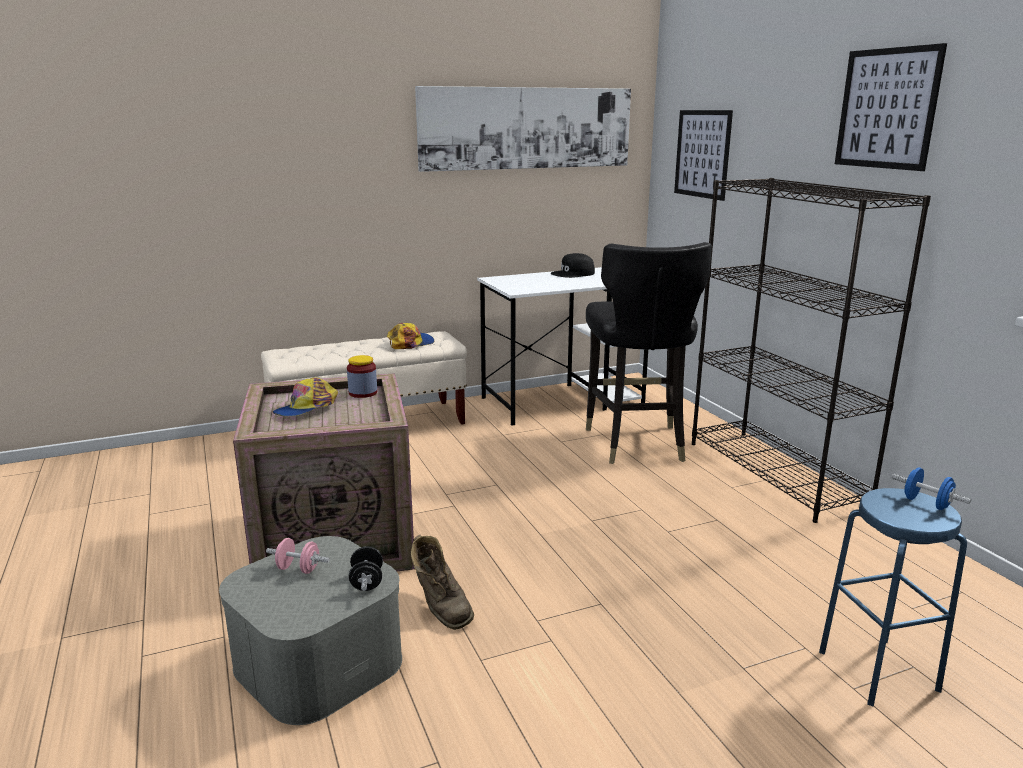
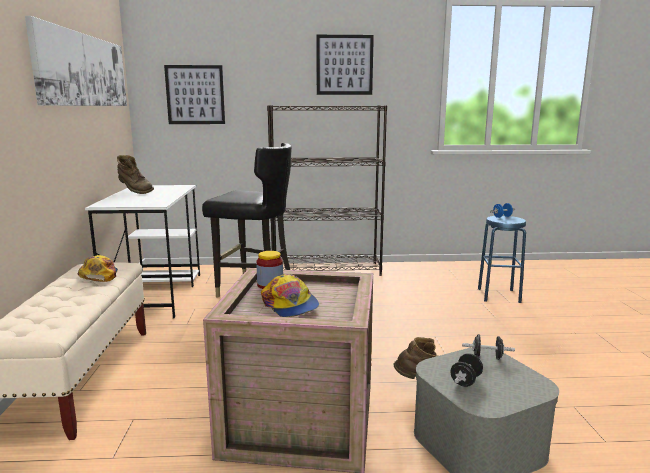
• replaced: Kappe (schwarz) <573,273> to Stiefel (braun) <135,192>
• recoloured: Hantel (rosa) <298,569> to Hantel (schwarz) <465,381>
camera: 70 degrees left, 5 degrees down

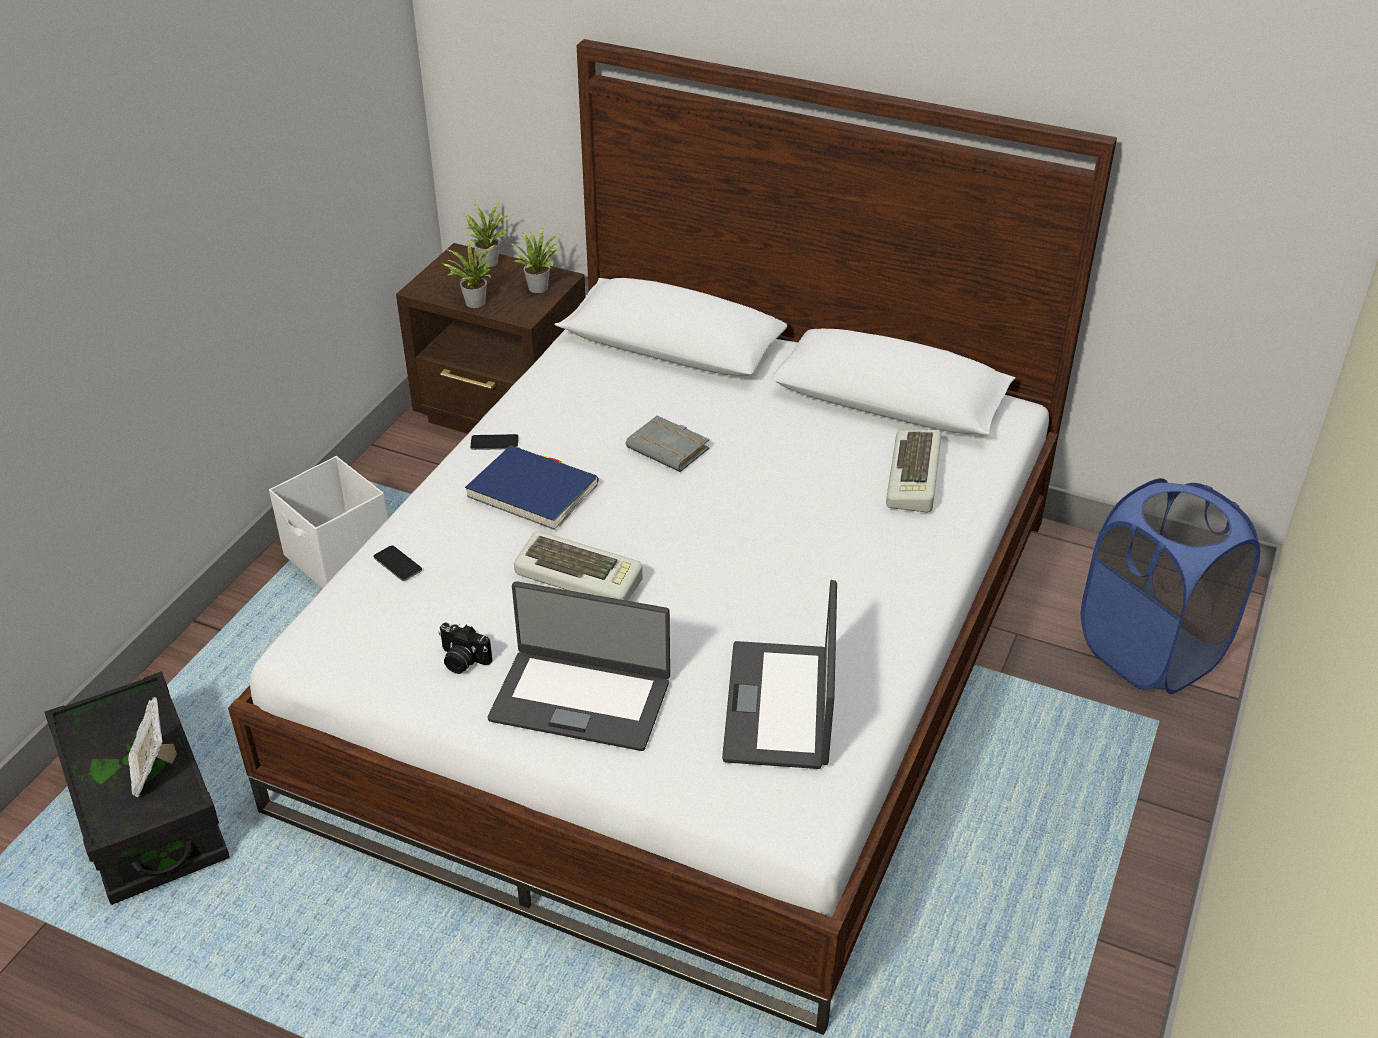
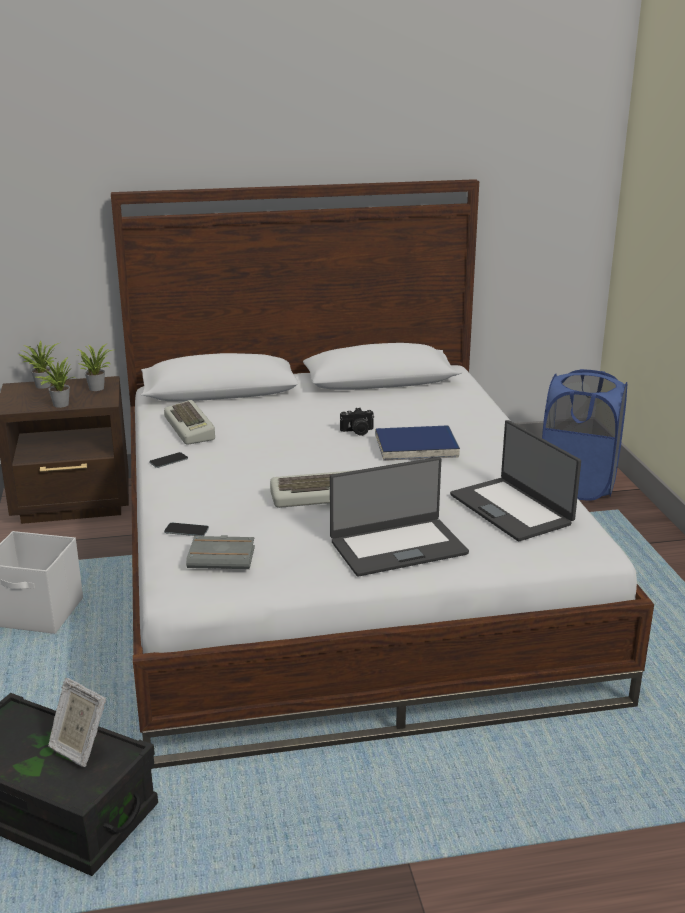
• moved: Tastatur <916,478> to <191,428>
• moved: Buch (grau) <670,448> to <223,557>
• moved: Kamera <462,660> to <357,431>
• moved: Buch (blau) <533,492> to <416,447>
camera: 35 degrees left, 15 degrees down

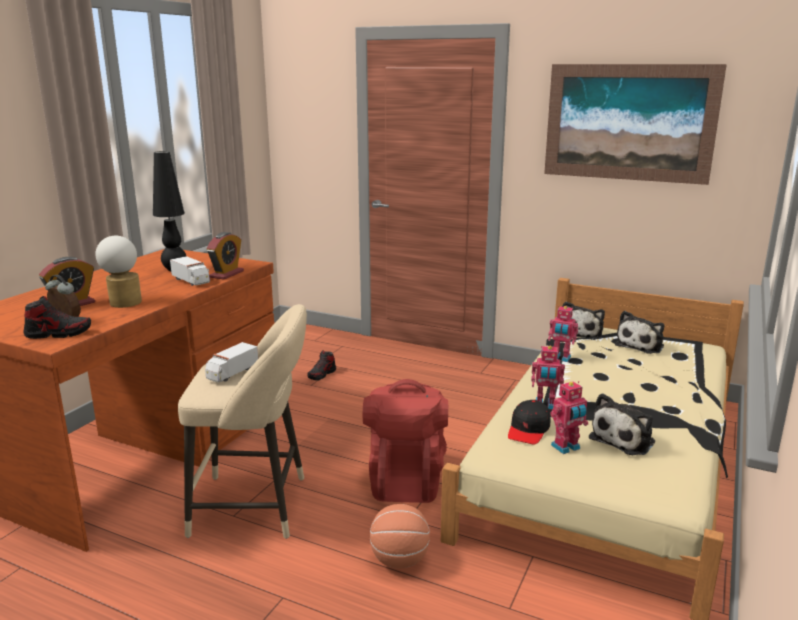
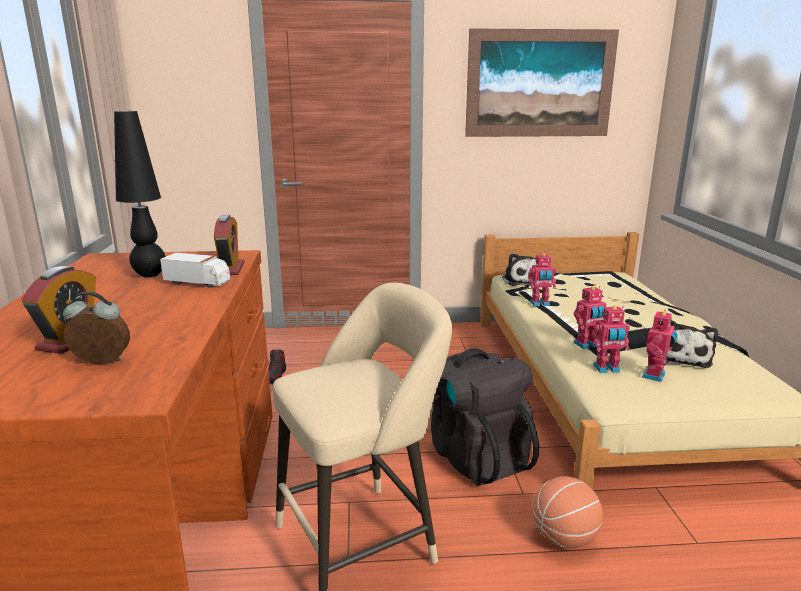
• recoloured: Rucksack (rot) <405,480> to Rucksack (schwarz) <476,456>
• replaced: Kappe (schwarz) <528,430> to Spielzeugroboter <607,369>
• removed: Schuh <58,333>
• removed: Tischlampe <124,301>
• removed: Spielzeuglaster <232,373>
• removed: Plüschtier <641,345>
camera: 30 degrees left, 0 degrees up

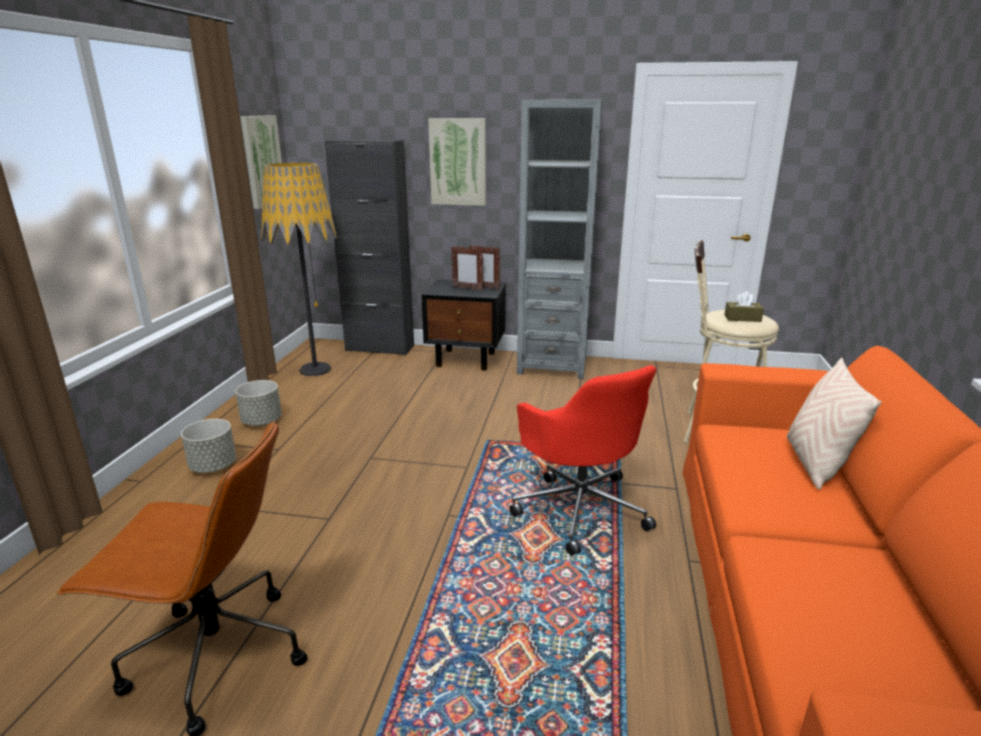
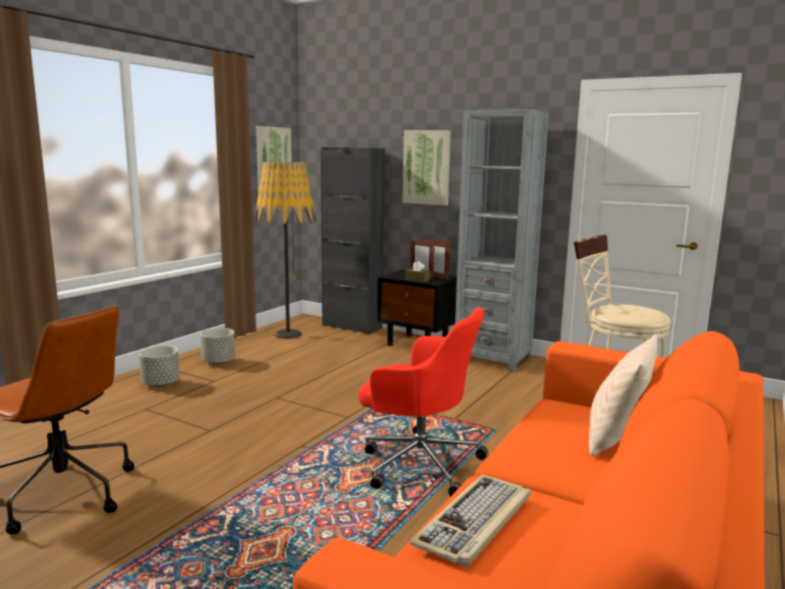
• turned: Bürostuhl (rot) <580,508> = <418,462> 60 degrees counterclockwise
• moved: Taschentuchbox (braun) <742,318> to <417,280>
• added: Tastatur <475,522>
camera: 20 degrees right, 10 degrees down

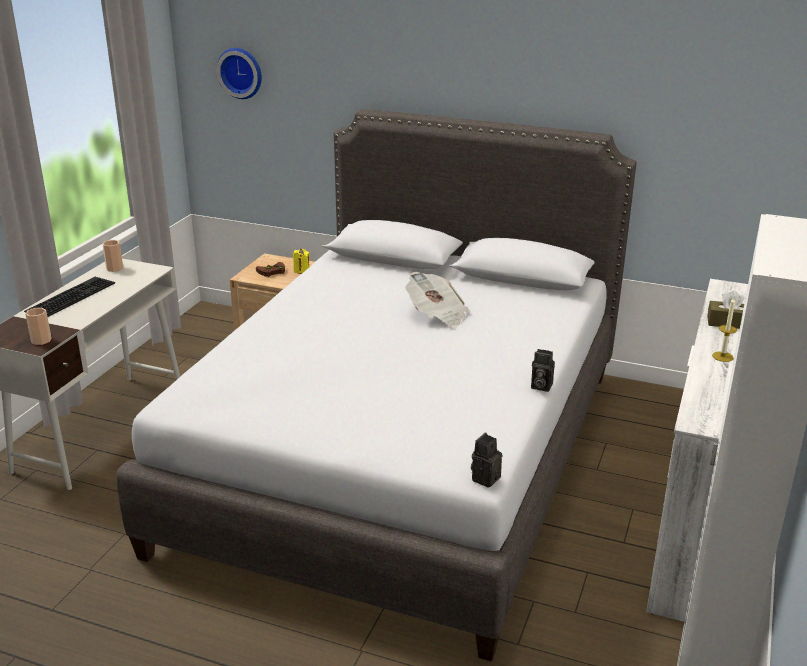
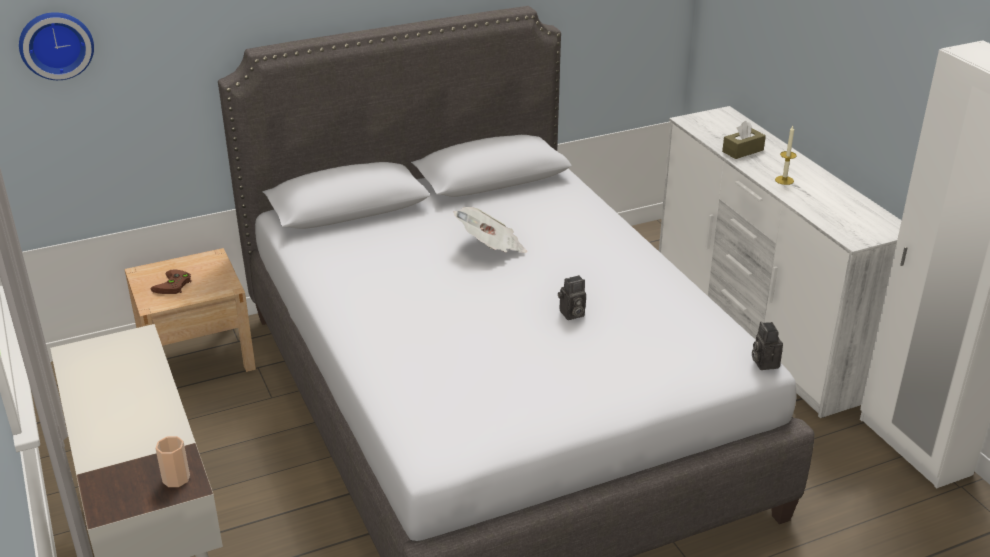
• moved: Kamera <540,386> to <571,314>
• removed: Tastatur <70,296>
• removed: Tasse <114,268>
• removed: Kerze (gelb) <301,270>
camera: 45 degrees left, 5 degrees up

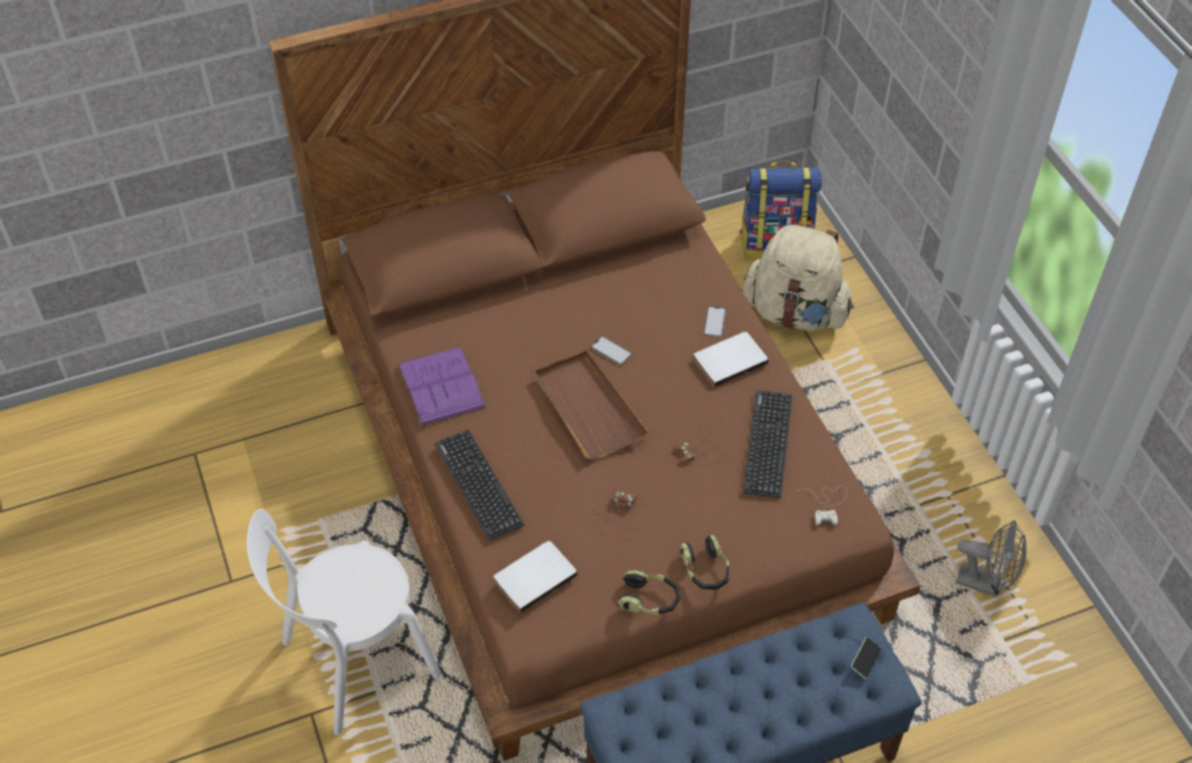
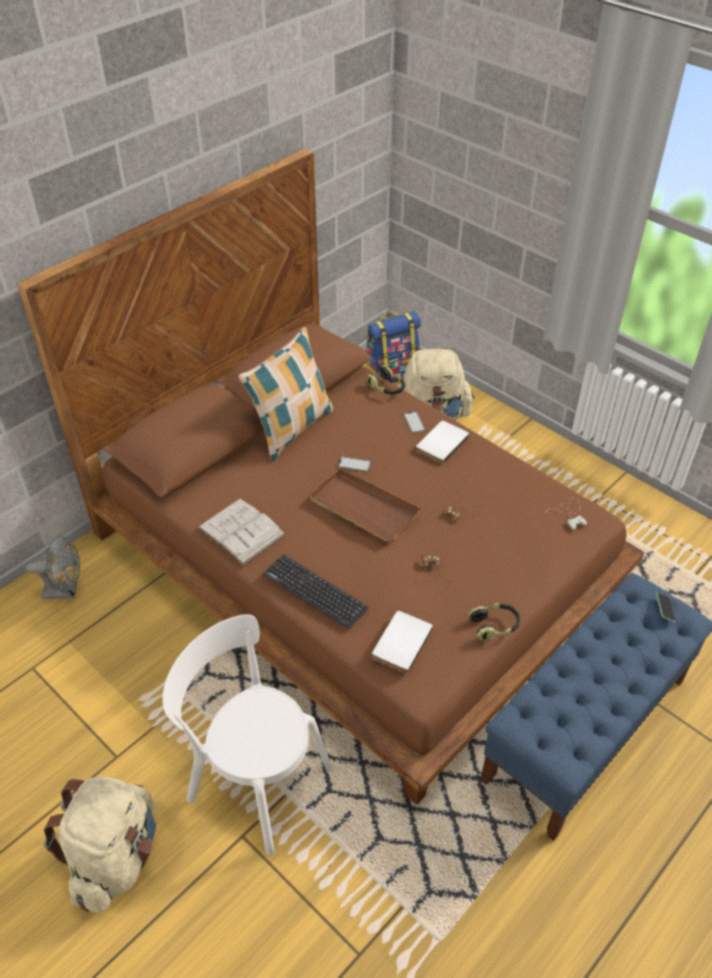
• moved: Ventilator (grau) <986,583> to <66,591>
• added: Rucksack (beige) <116,857>
• turned: Stuhl (weiß) <353,662> = <254,779> 90 degrees clockwise
• recoloured: Buch (lila) <441,386> to Buch (weiß) <241,531>
• added: Kissen <291,428>
• moved: Kopfhörer <705,570> to <387,387>
• removed: Tastatur <768,444>
camera: 25 degrees left, 5 degrees down

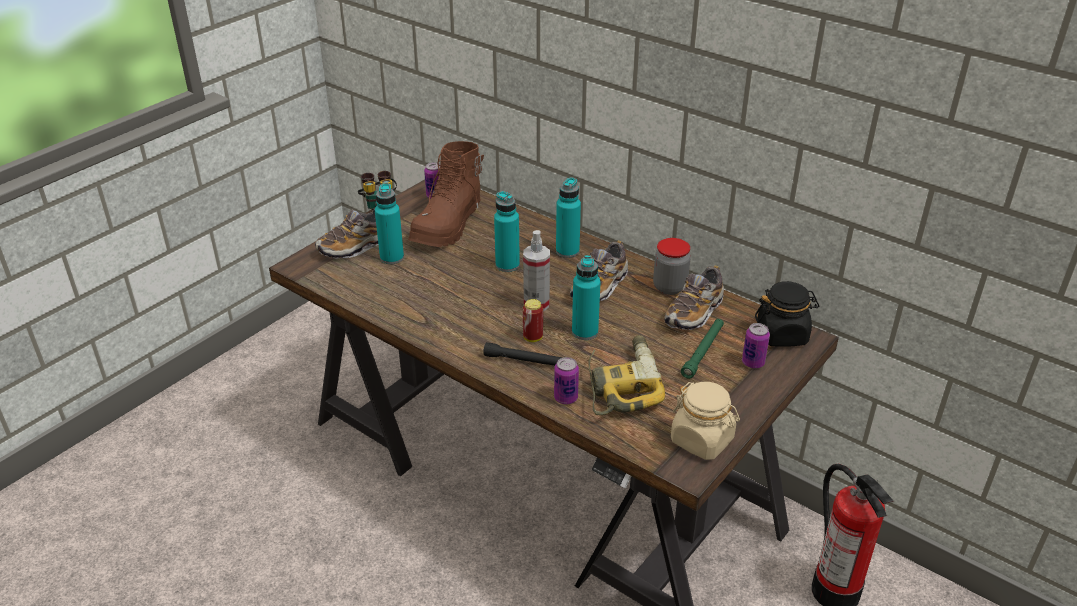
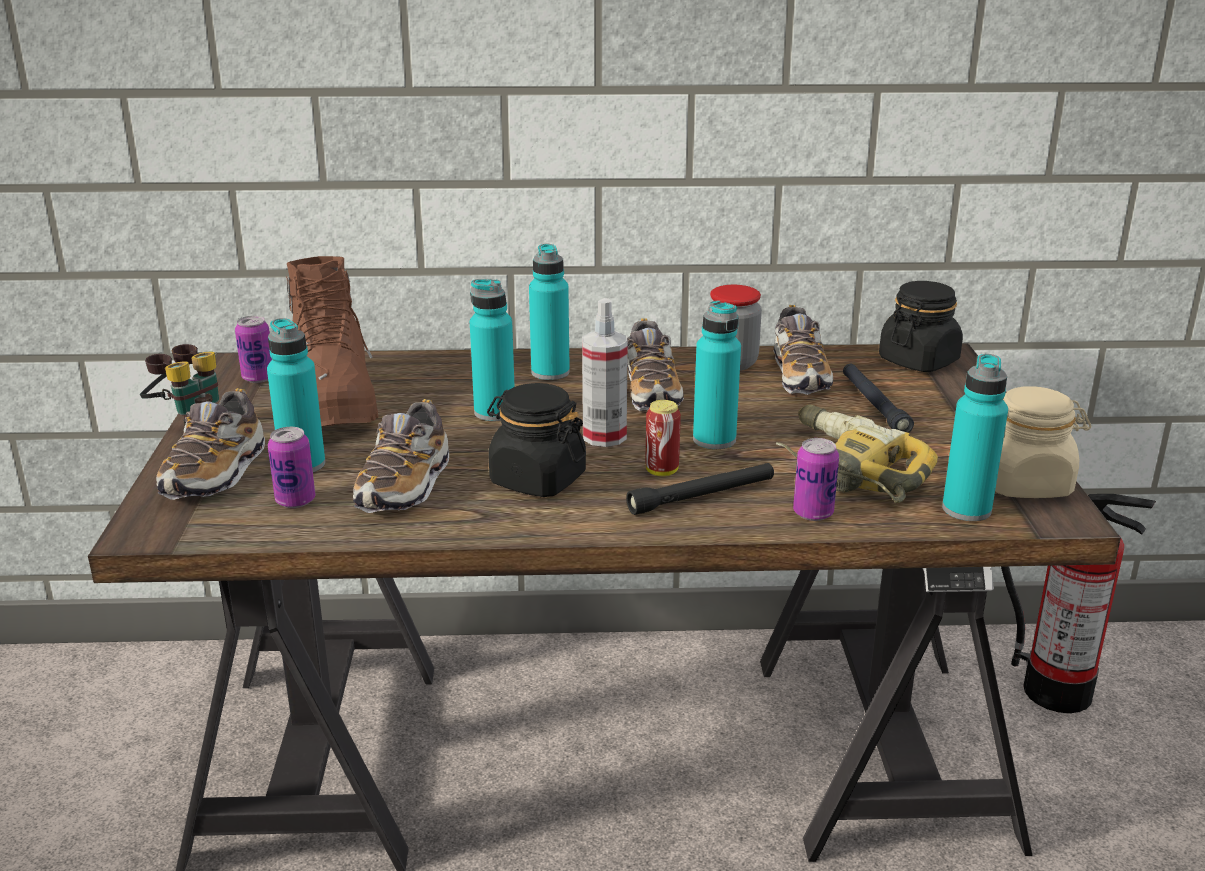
• moved: Dose <753,363> to <295,501>
• added: Schuh <405,486>
• added: Vorratsglas (schwarz) <537,479>
• recoloured: Taschenlampe (grün) <703,352> to Taschenlampe (schwarz) <874,405>
• added: Flasche (türkis) <966,509>
camera: 40 degrees left, 10 degrees down

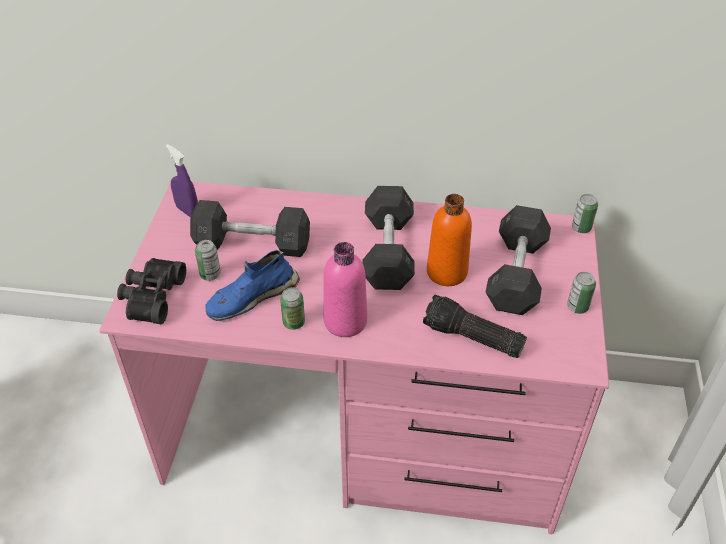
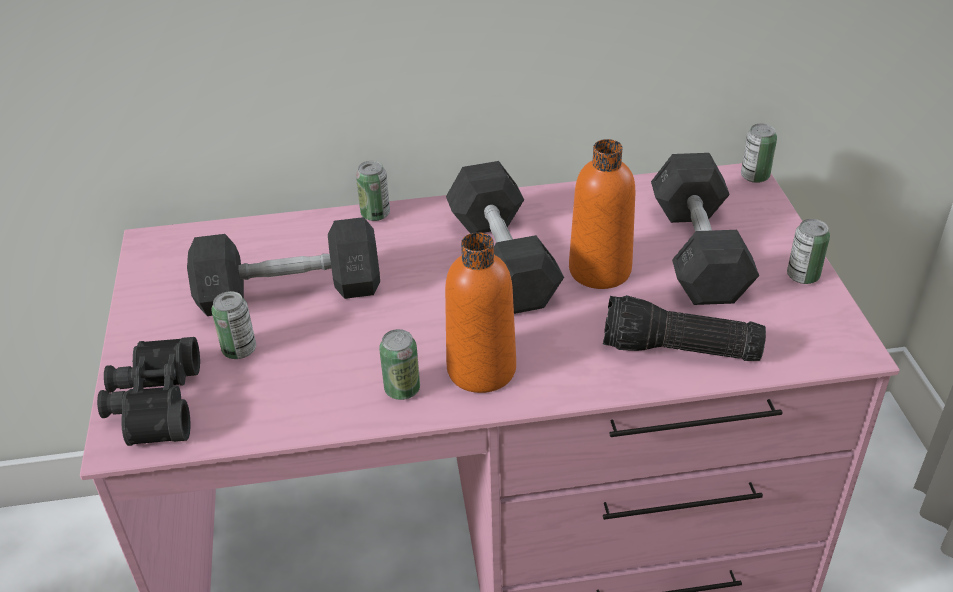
• added: Dose <375,214>
• recoloured: Flasche (rosa) <345,321> to Flasche (orange) <481,369>
• removed: Sprühflasche (lila) <187,211>
• removed: Schuh (blau) <252,297>
camera: 15 degrees left, 5 degrees down

